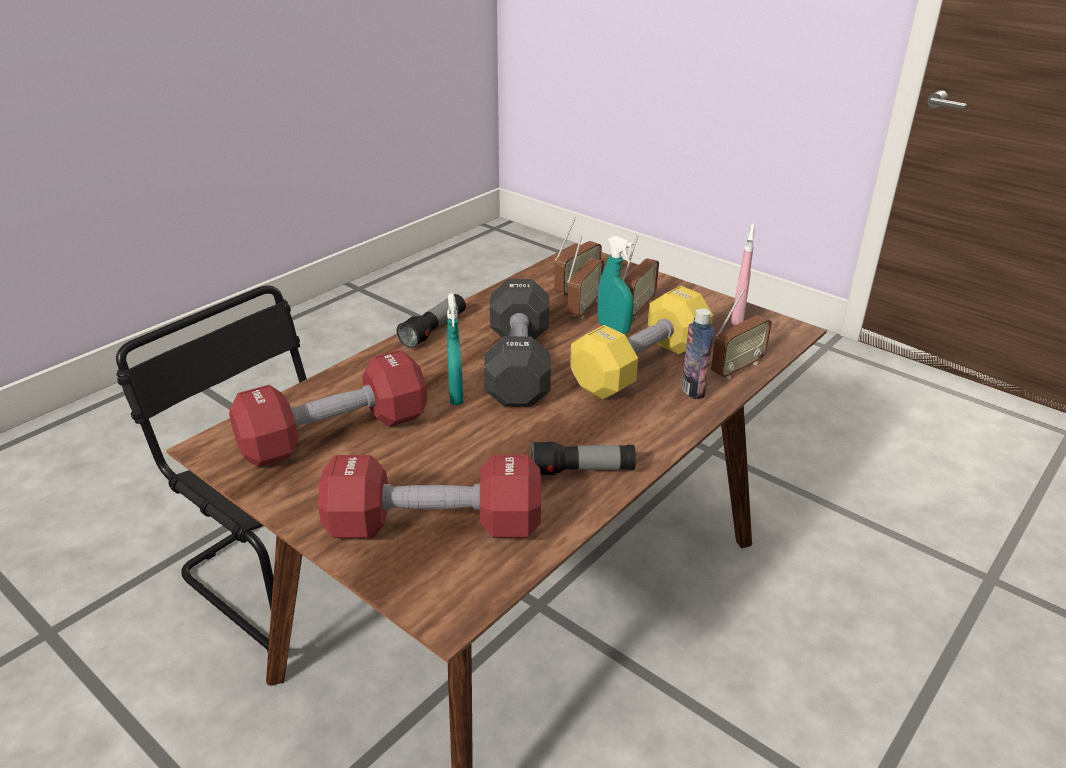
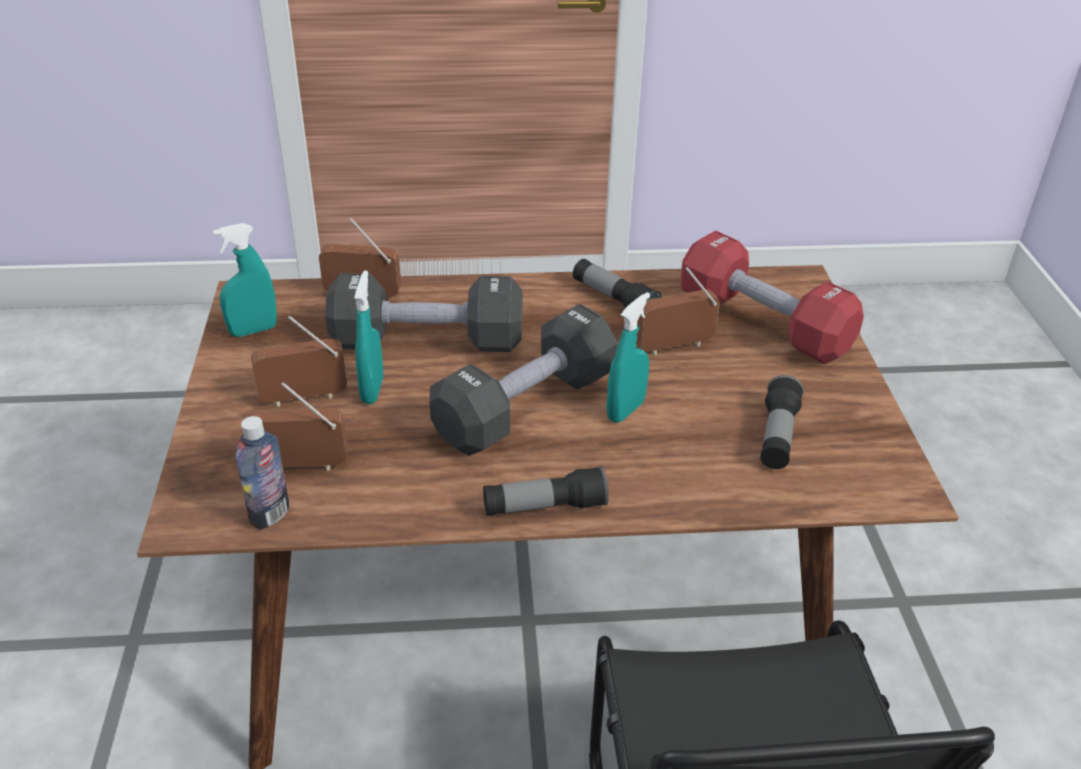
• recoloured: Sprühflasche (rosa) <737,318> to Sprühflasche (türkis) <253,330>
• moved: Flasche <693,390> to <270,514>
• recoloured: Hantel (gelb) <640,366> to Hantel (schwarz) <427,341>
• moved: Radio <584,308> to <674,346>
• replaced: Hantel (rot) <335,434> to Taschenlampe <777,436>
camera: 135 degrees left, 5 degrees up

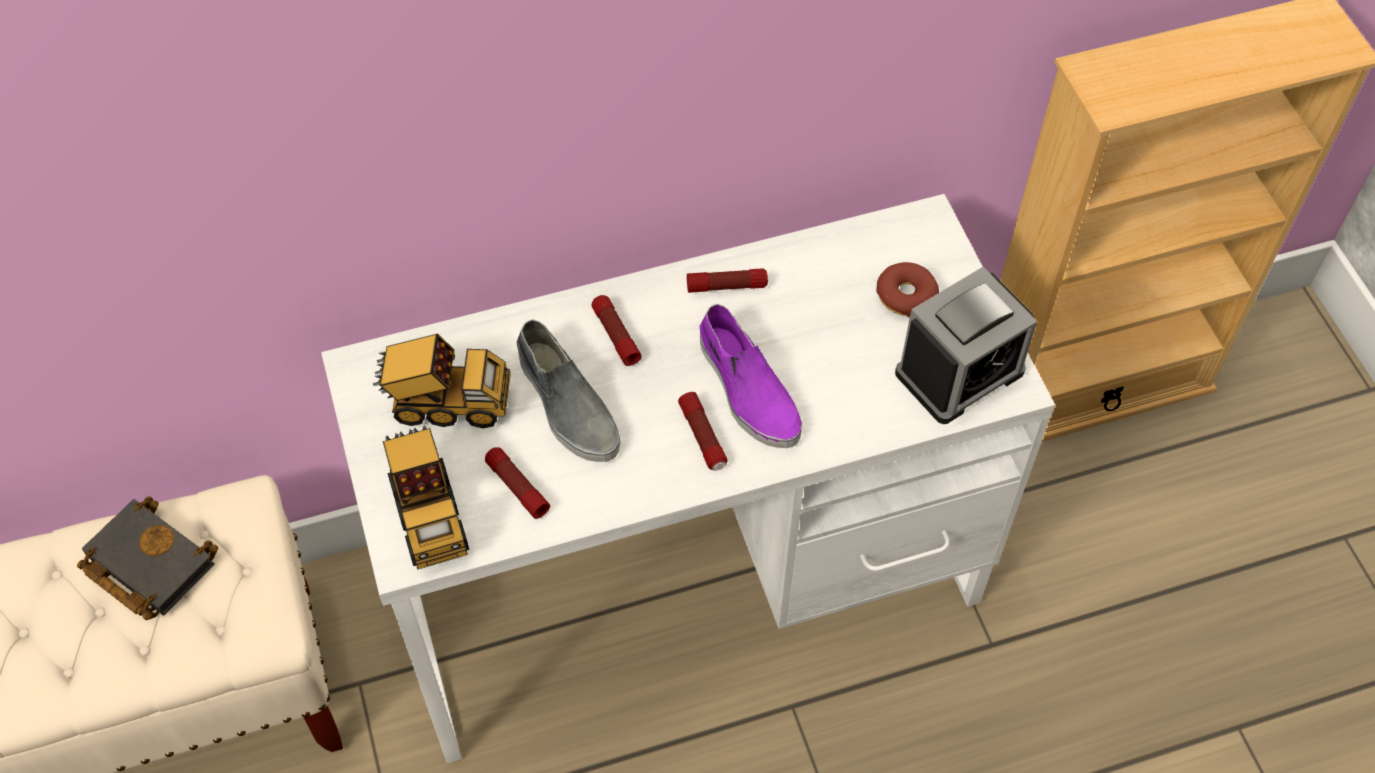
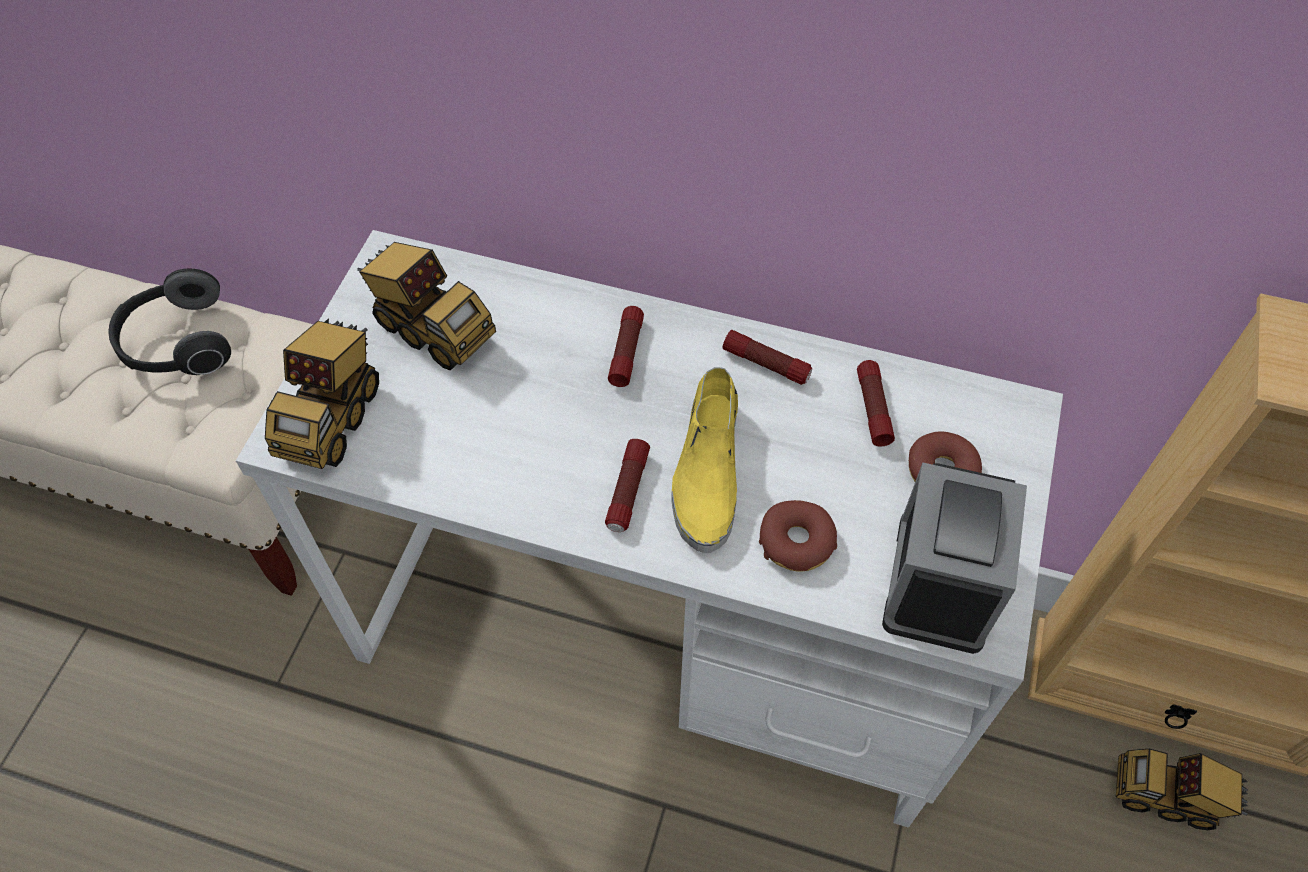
• replaced: Buch (schwarz) <145,564> to Kopfhörer <178,344>
• recoloured: Schuh (lila) <747,389> to Schuh (gelb) <707,471>
• added: Donut <796,542>
• moved: Taschenlampe <517,487> to <873,408>
• turned: Wecker <959,372> = <939,582> 105 degrees clockwise
• added: Spielzeuglaster <1167,797>
• removed: Schuh (grau) <567,404>
camera: 35 degrees right, 0 degrees up

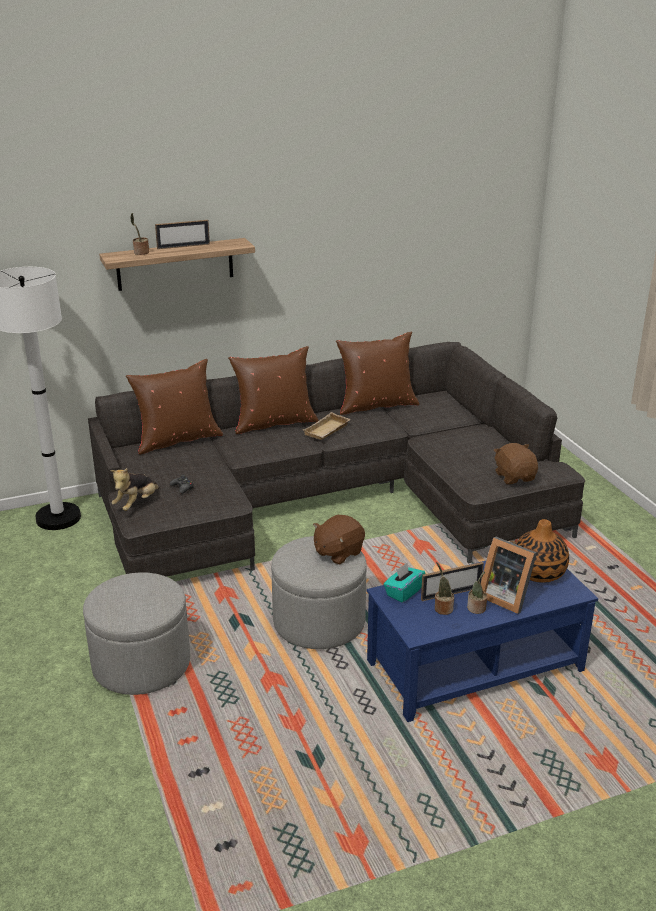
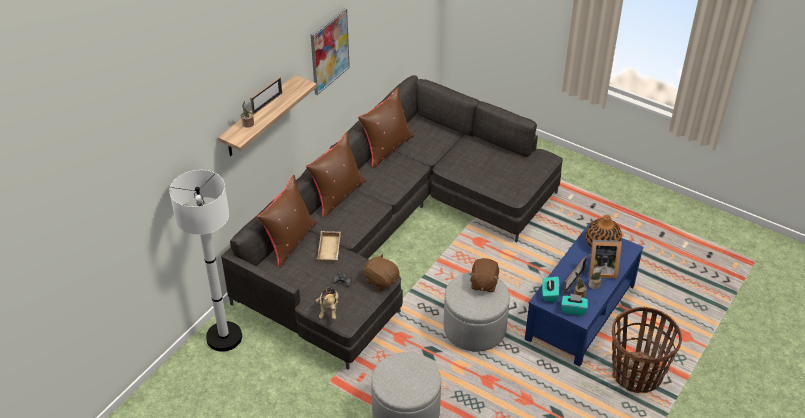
• added: Bild <329,51>
• moved: Tablett (beige) <327,431> to <330,249>
• moved: Plüschtier (braun) <515,477> to <381,280>
• added: Taschentuchbox (türkis) <573,309>
• added: Korb <636,374>
camera: 35 degrees left, 15 degrees up

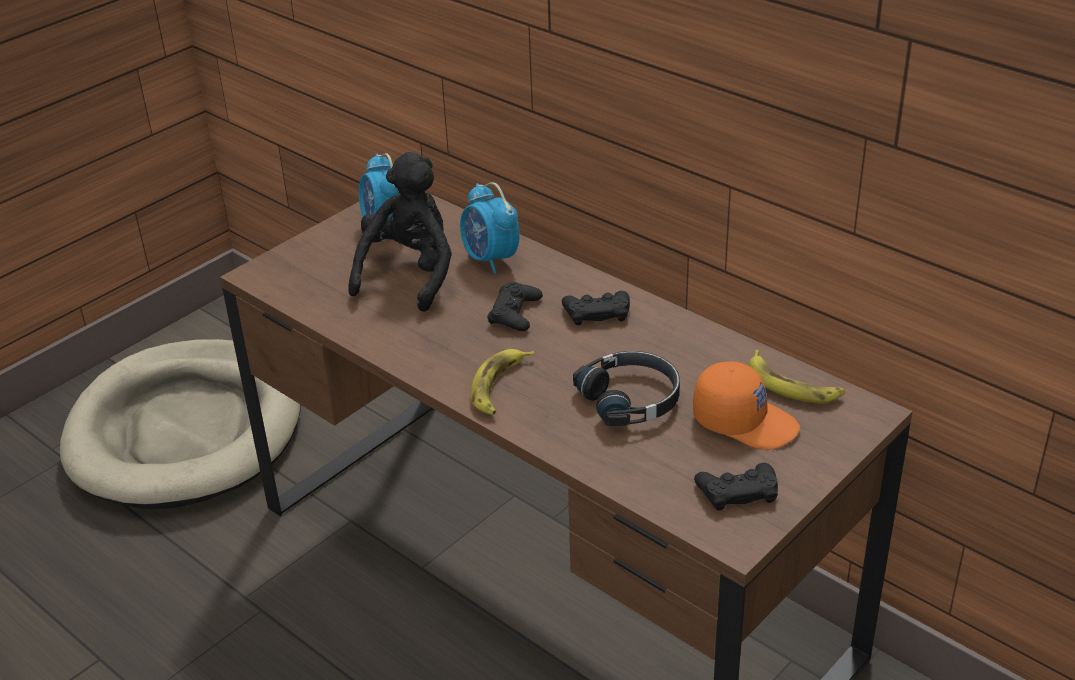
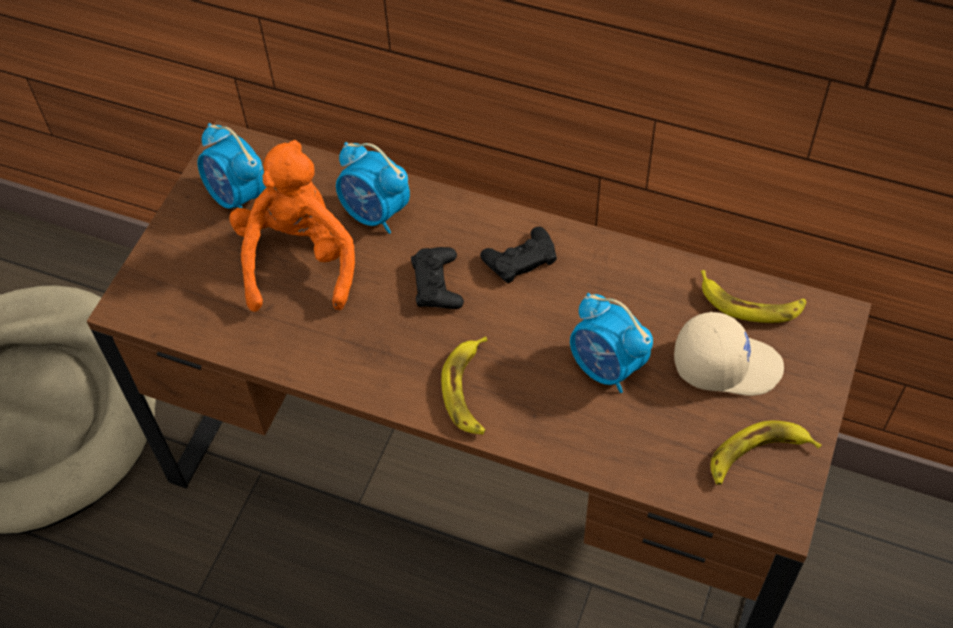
• recoloured: Plüschtier (schwarz) <409,274> to Plüschtier (orange) <298,260>
• replaced: Kopfhörer (schwarz) <631,399> to Wecker <606,367>
• recoloured: Kappe (orange) <745,421> to Kappe (beige) <726,363>
• replaced: Gamepad (schwarz) <738,491> to Banane <757,455>
camera: 20 degrees left, 20 degrees up

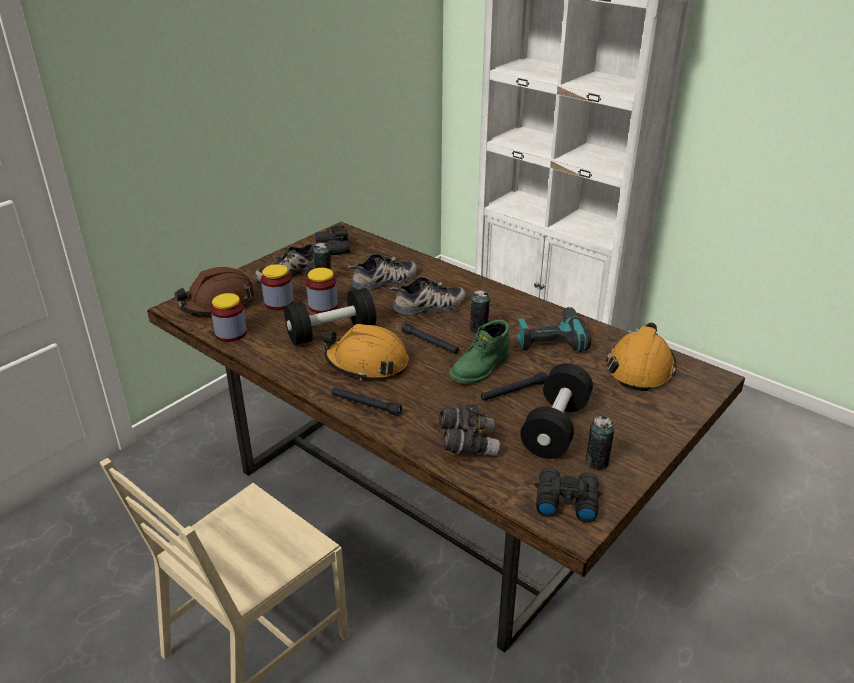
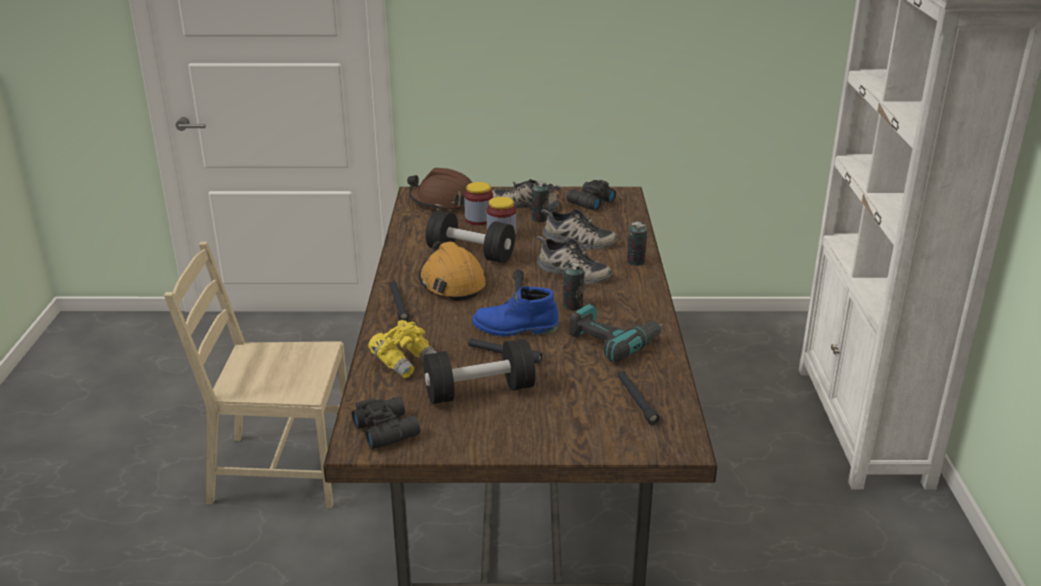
• recoloured: Fernglas (grau) <467,444> to Fernglas (gelb) <405,362>
• recoloured: Stiefel (grün) <481,369> to Stiefel (blau) <515,329>
• replaced: Schutzhelm (orange) <640,368> to Taschenlampe (schwarz) <636,401>
• moved: Dose <596,462> to <635,262>
• removed: Vorratsglas <231,333>
camera: 50 degrees right, 5 degrees down

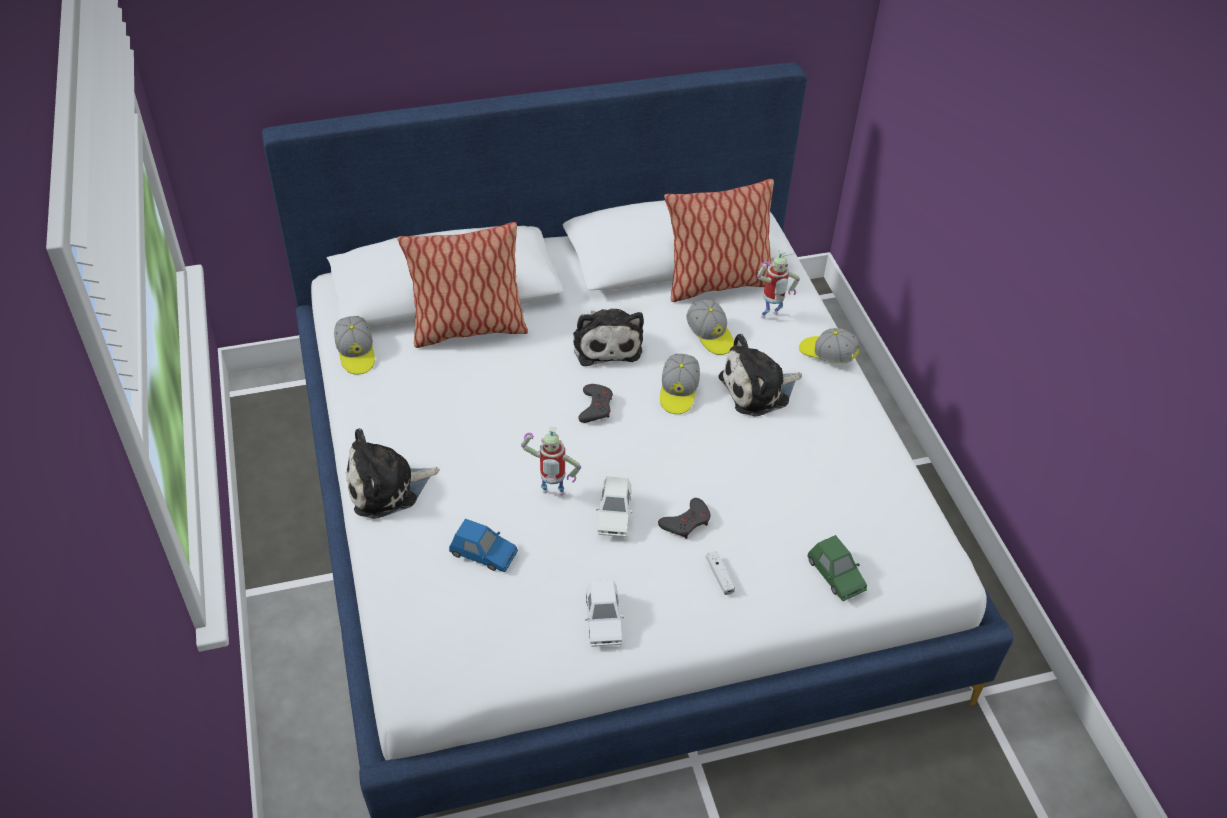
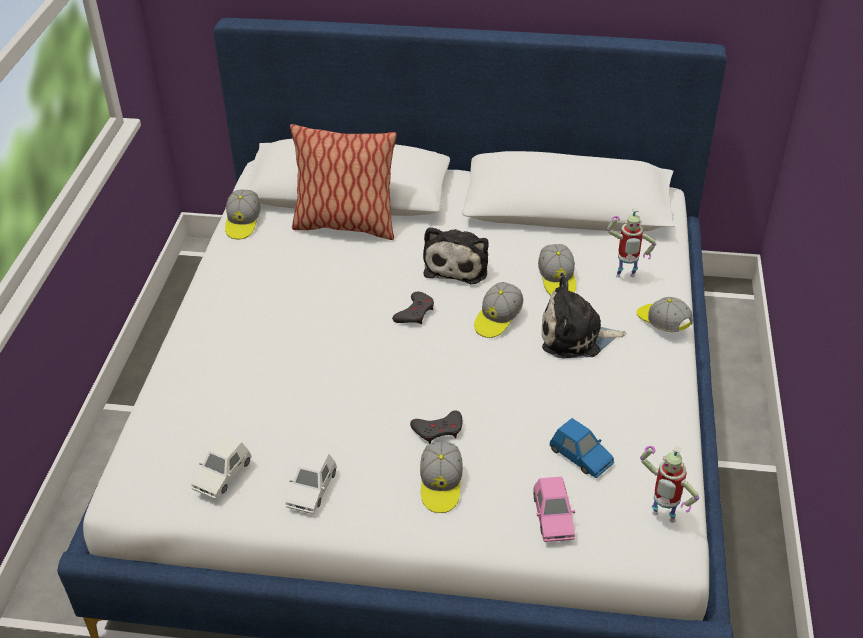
• moved: Spielzeugauto (weiß) <614,514> to <222,475>
• replaced: Gamepad (weiß) <719,576> to Kappe <441,485>
• recoloured: Spielzeugauto (grün) <835,575> to Spielzeugauto (rosa) <553,517>
• moved: Spielzeugauto (blau) <483,553> to <580,456>
• moved: Spielzeugroboter <552,495> to <661,519>
• removed: Plüschtier <387,487>
• removed: Kissen <717,284>
camera: 25 degrees right, 5 degrees down

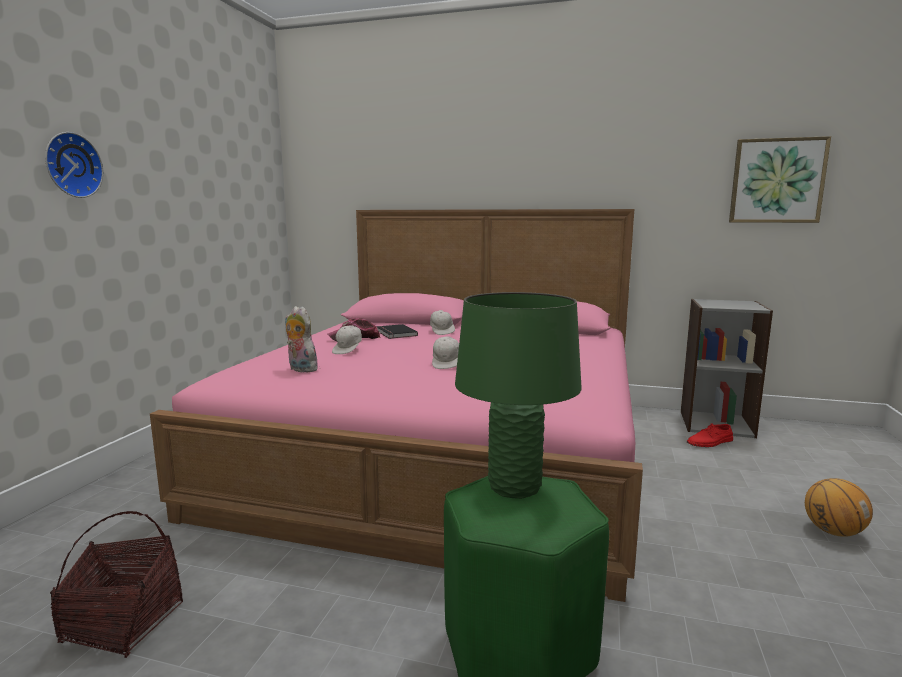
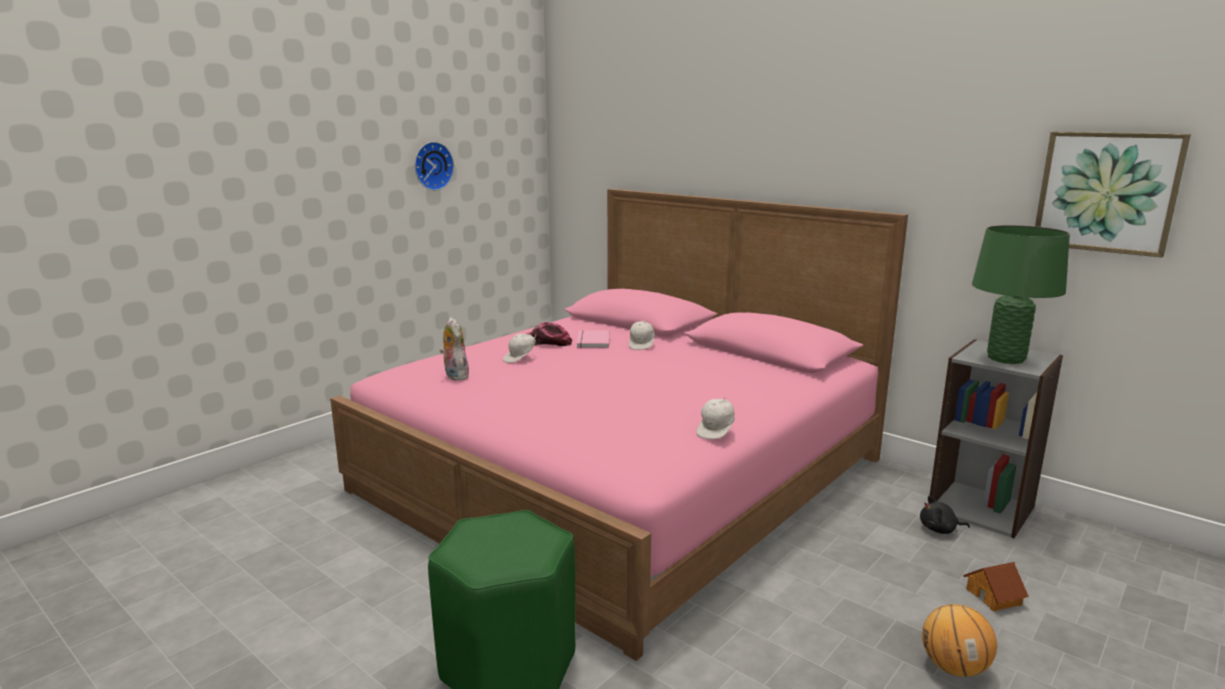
• moved: Wanduhr <71,165> to <432,166>
• recoloured: Buch (schwarz) <395,333> to Buch (rosa) <591,341>
• moved: Kappe (weiß) <447,364> to <716,431>
• replaced: Schuh (rot) <710,442> to Plüschtier (schwarz) <940,529>
• added: Spielzeughaus <994,596>
• moved: Tischlampe (grün) <514,487> to <1005,359>
• removed: Korb <123,623>
camera: 25 degrees right, 5 degrees up

